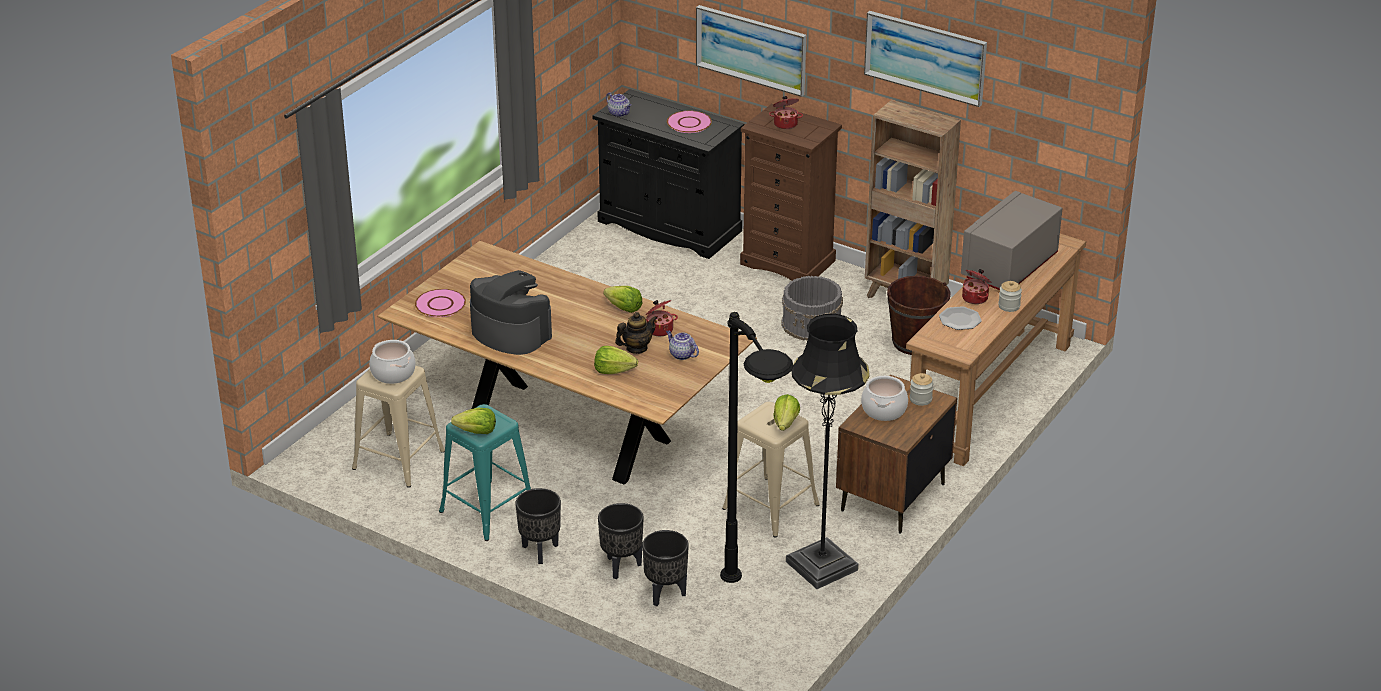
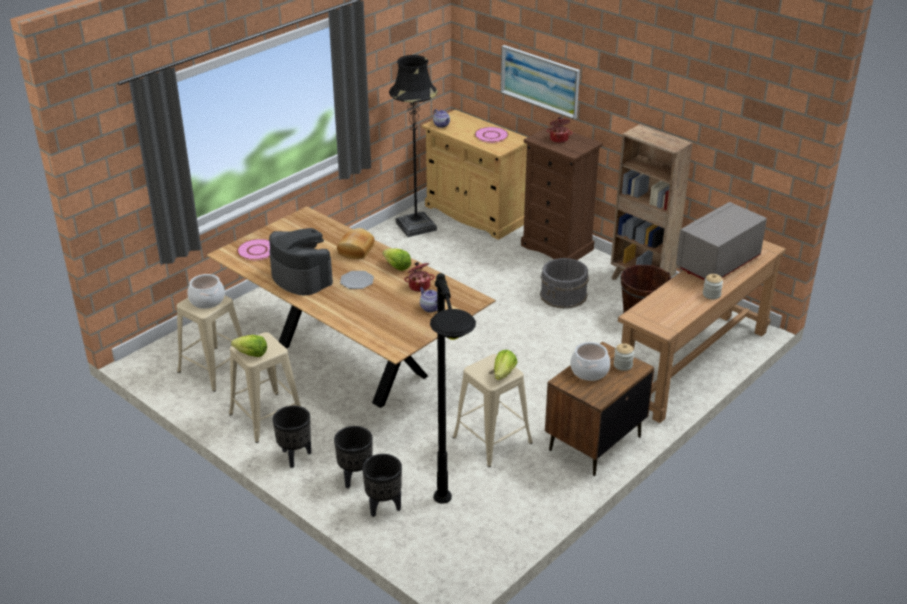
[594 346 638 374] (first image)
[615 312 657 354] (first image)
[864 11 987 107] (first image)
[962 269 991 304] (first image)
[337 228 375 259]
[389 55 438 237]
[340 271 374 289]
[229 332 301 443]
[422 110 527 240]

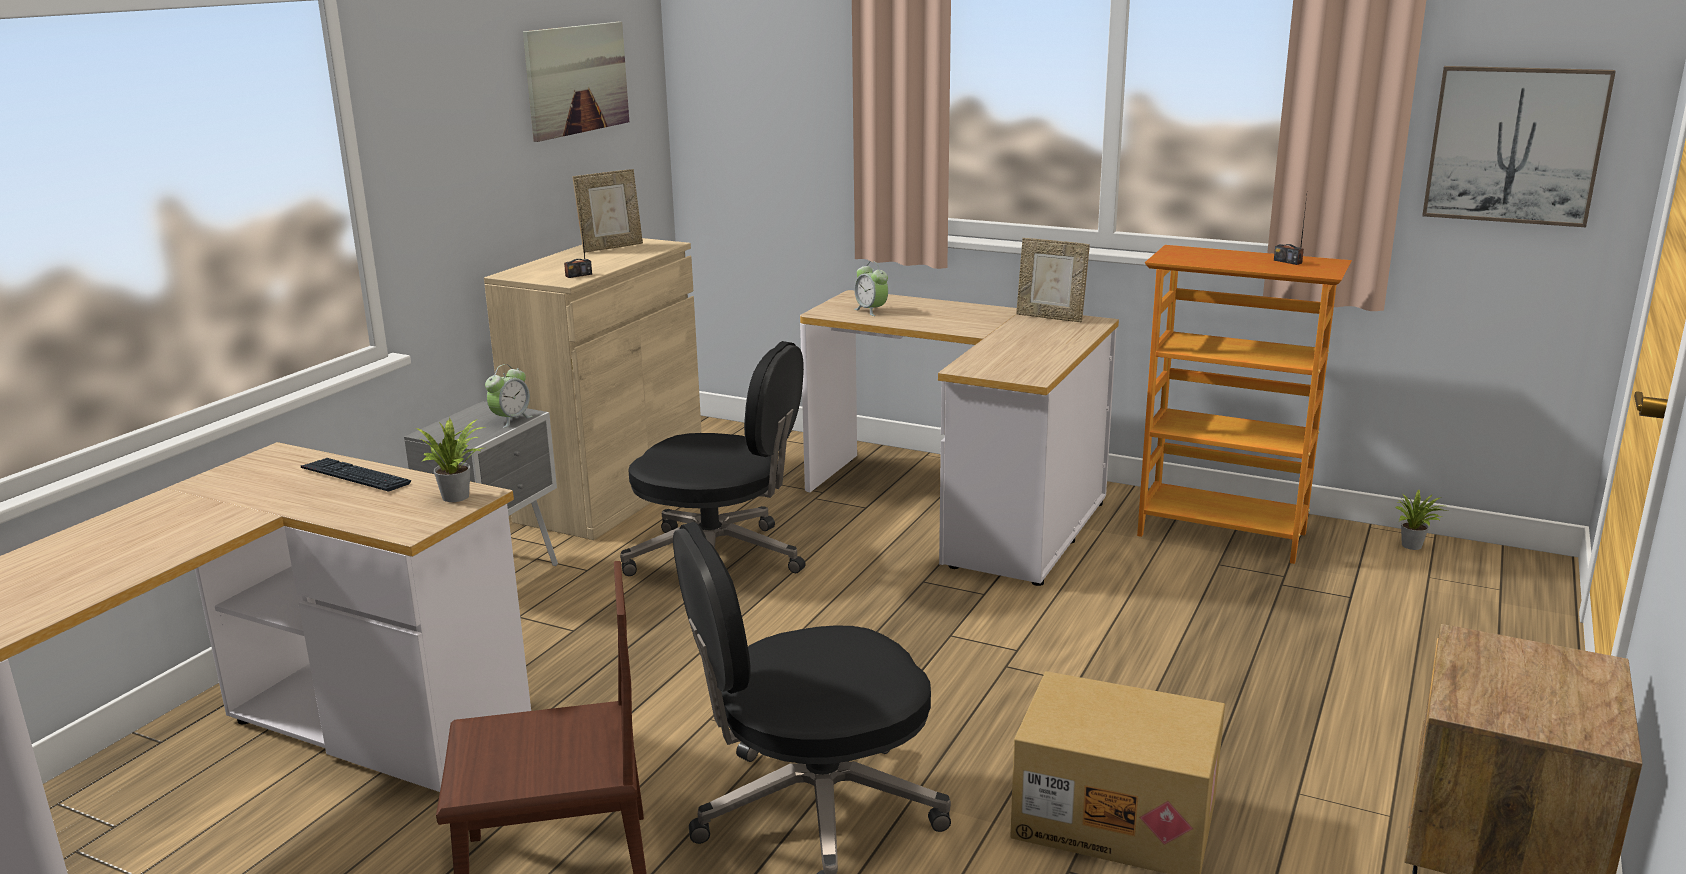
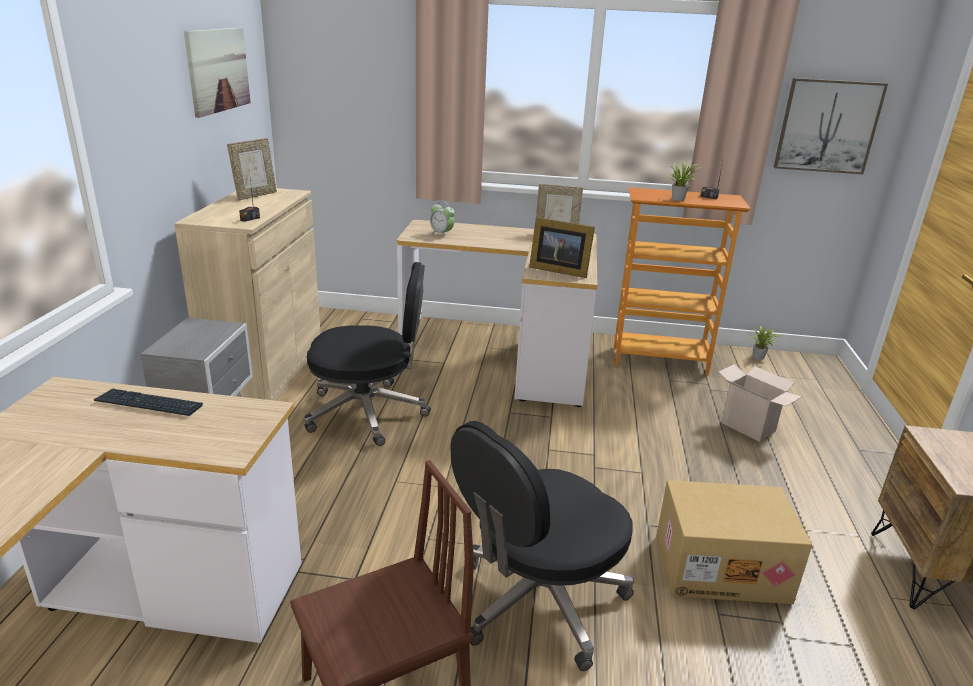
[485 364 533 428] (first image)
[529 217 595 278]
[719 364 801 442]
[669 162 701 201]

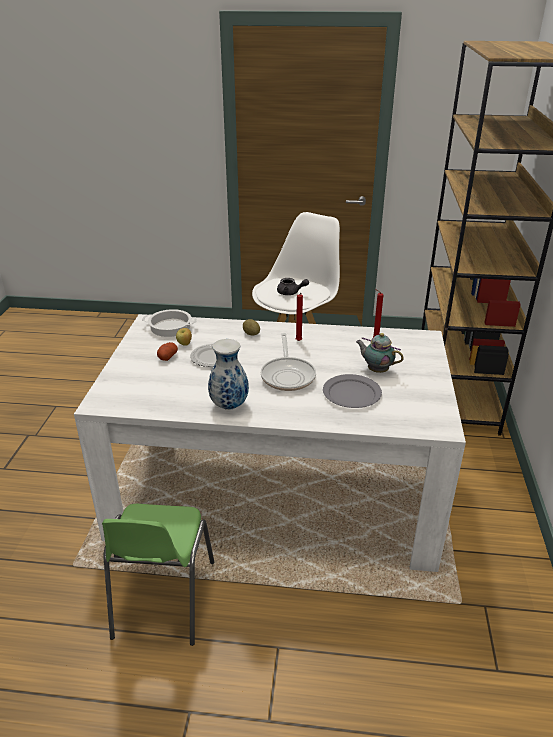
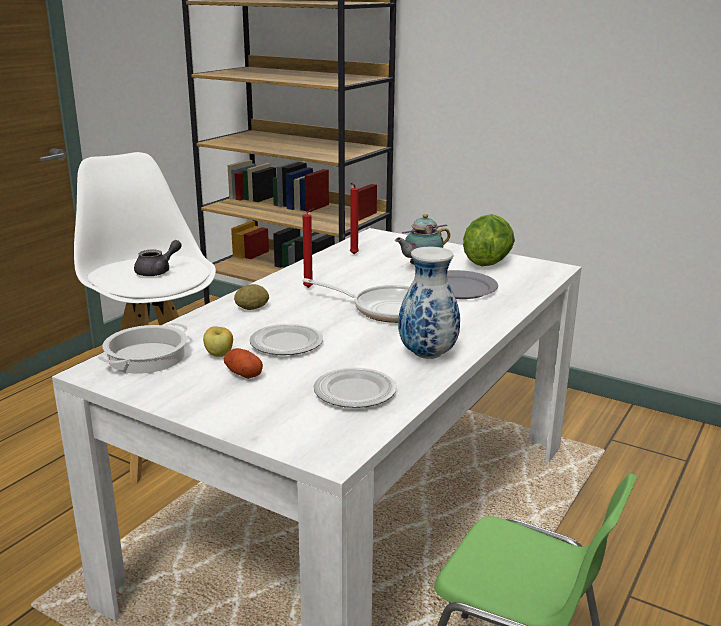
[313 367 397 408]
[463 214 515 266]

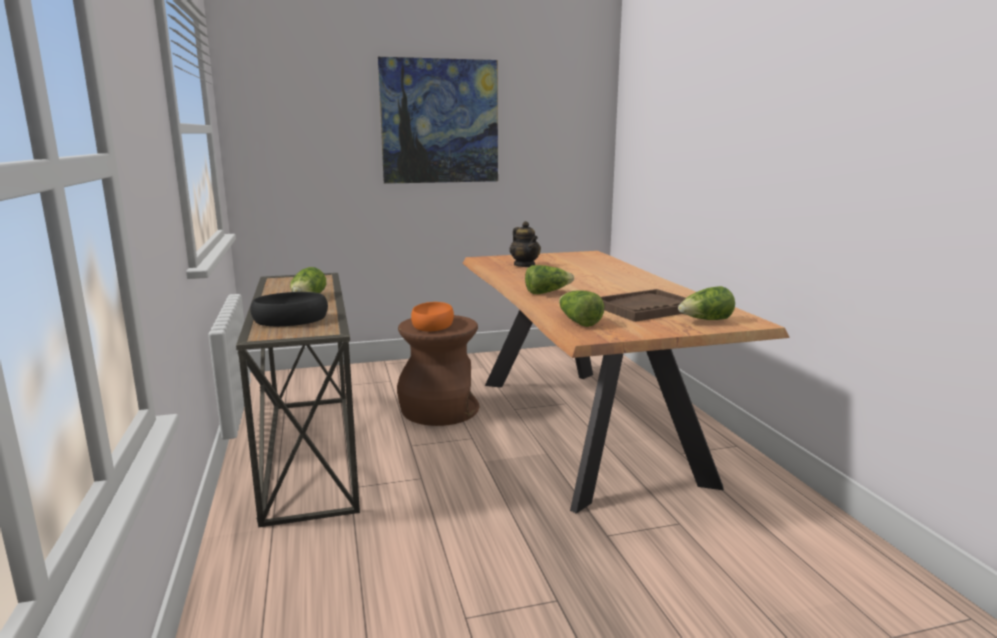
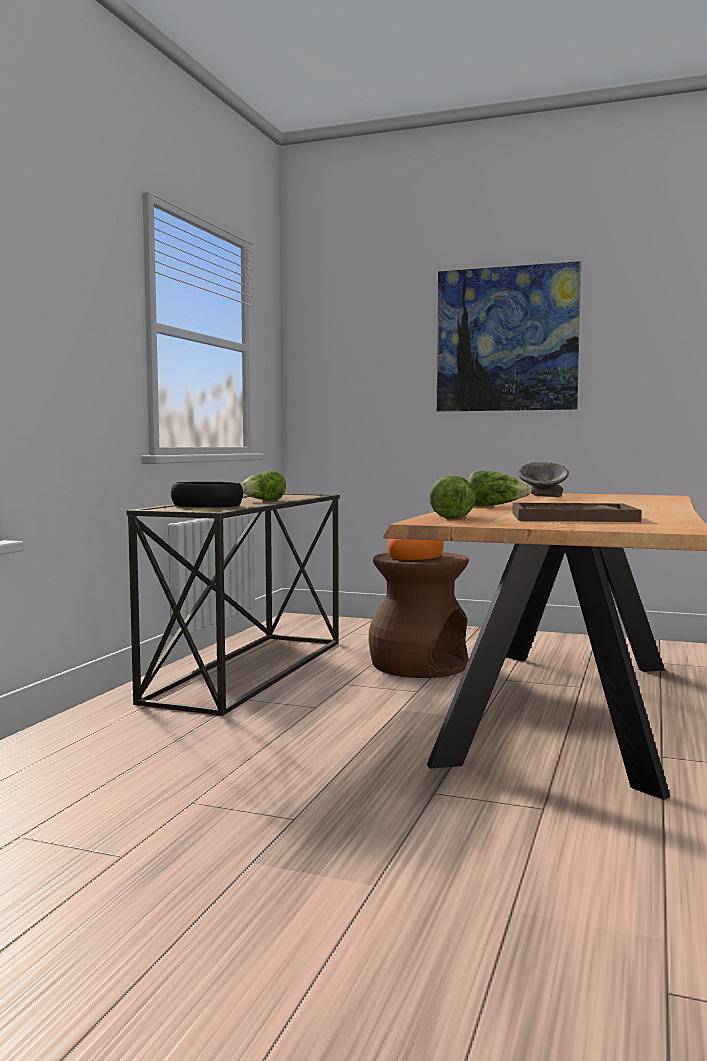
[678 286 735 320] (first image)
[518 462 569 498]

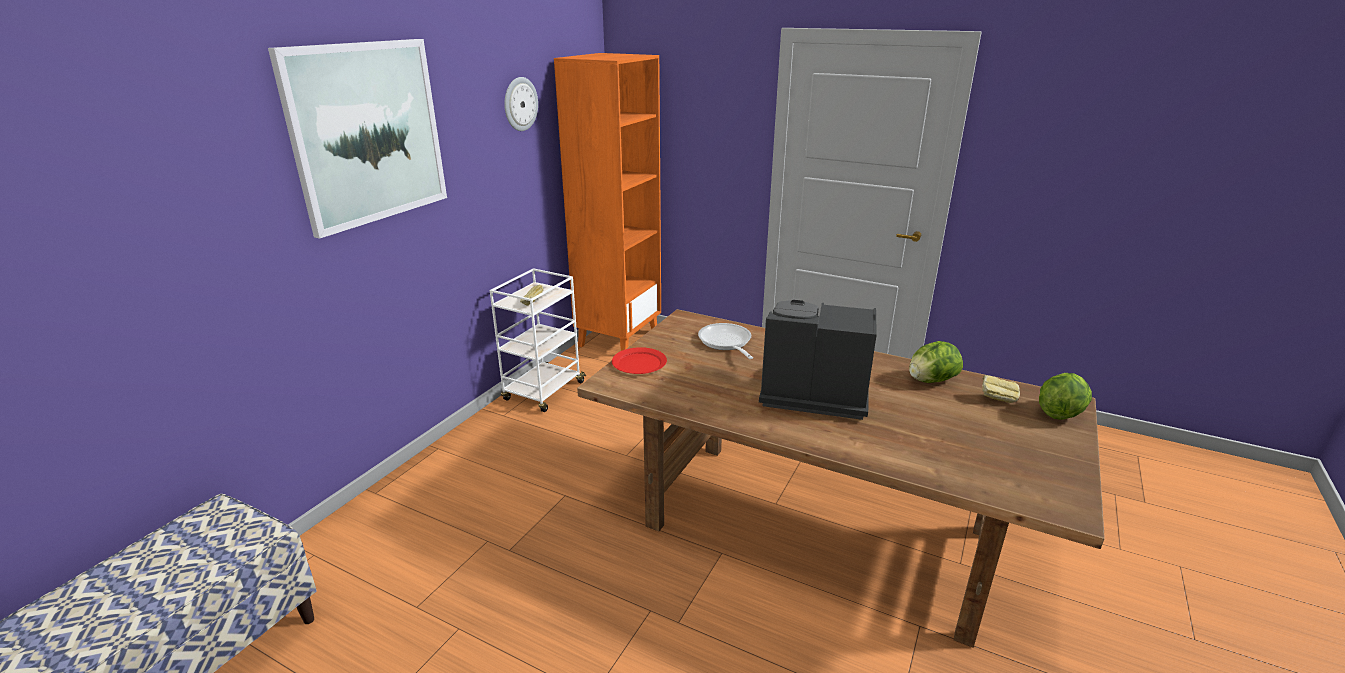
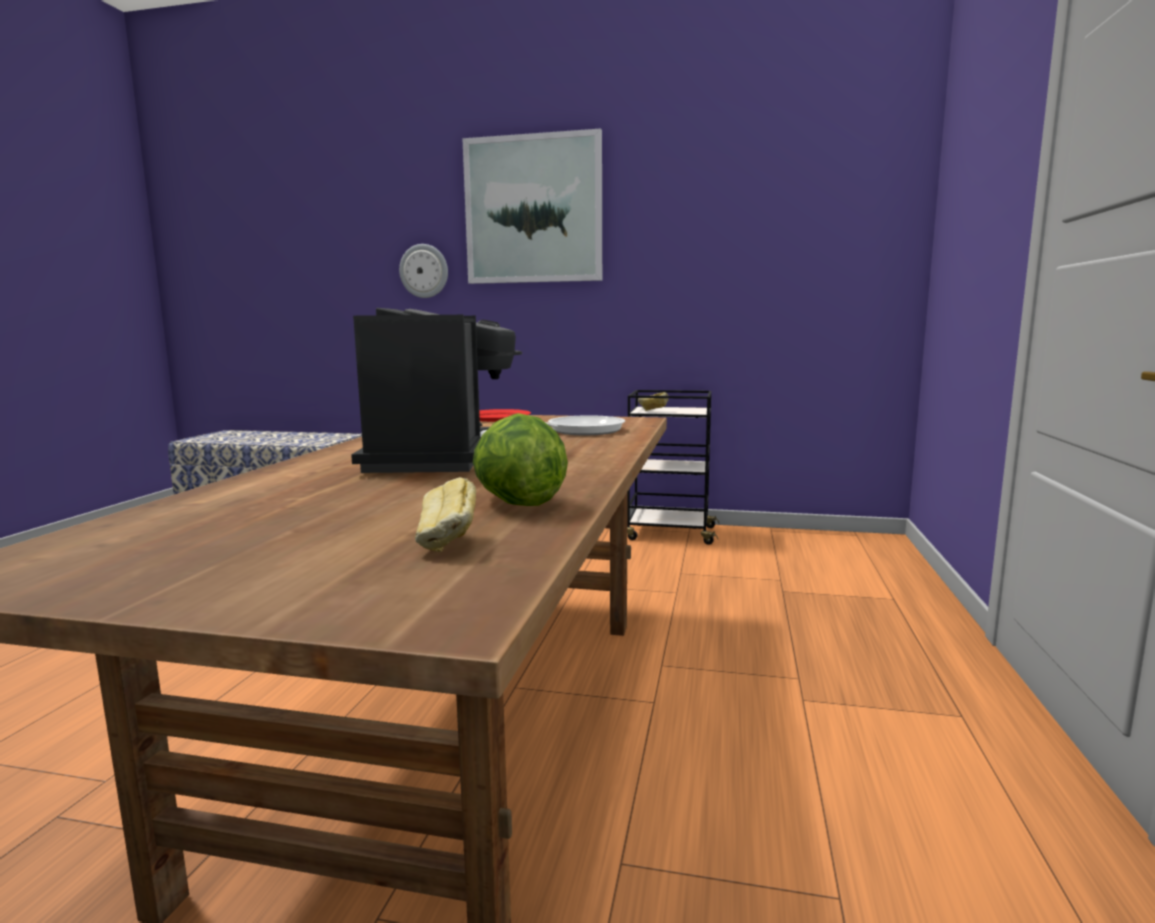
[554 53 661 351] (first image)
[1039 373 1092 420] (first image)
[399 244 448 298]
[627 390 719 545]

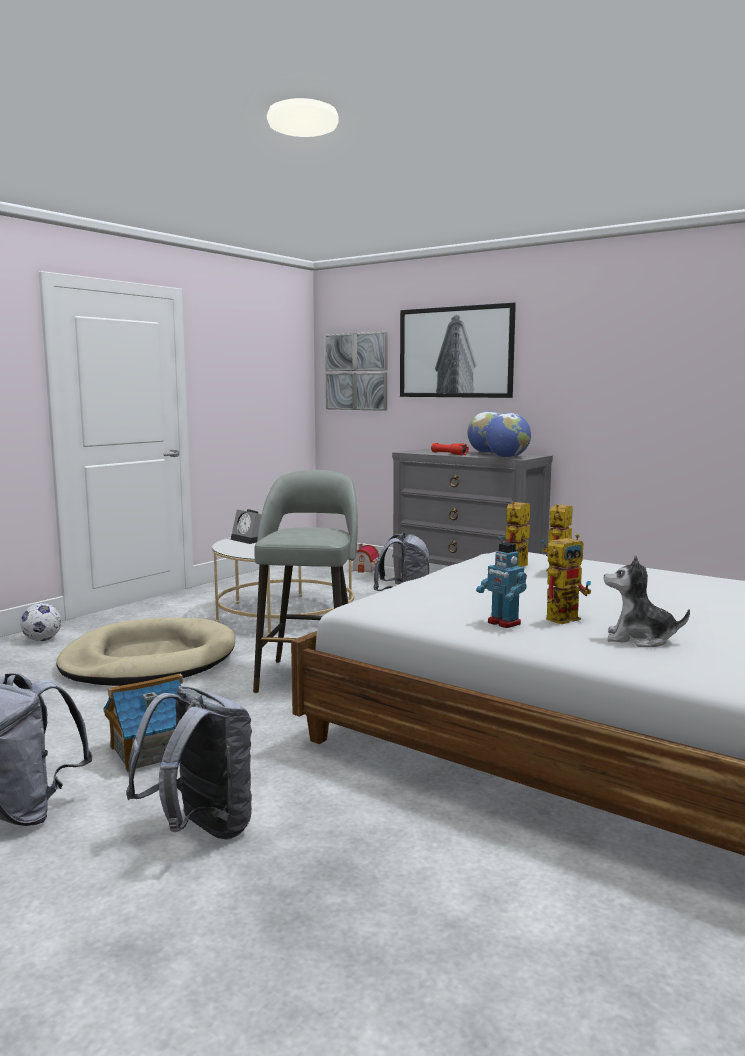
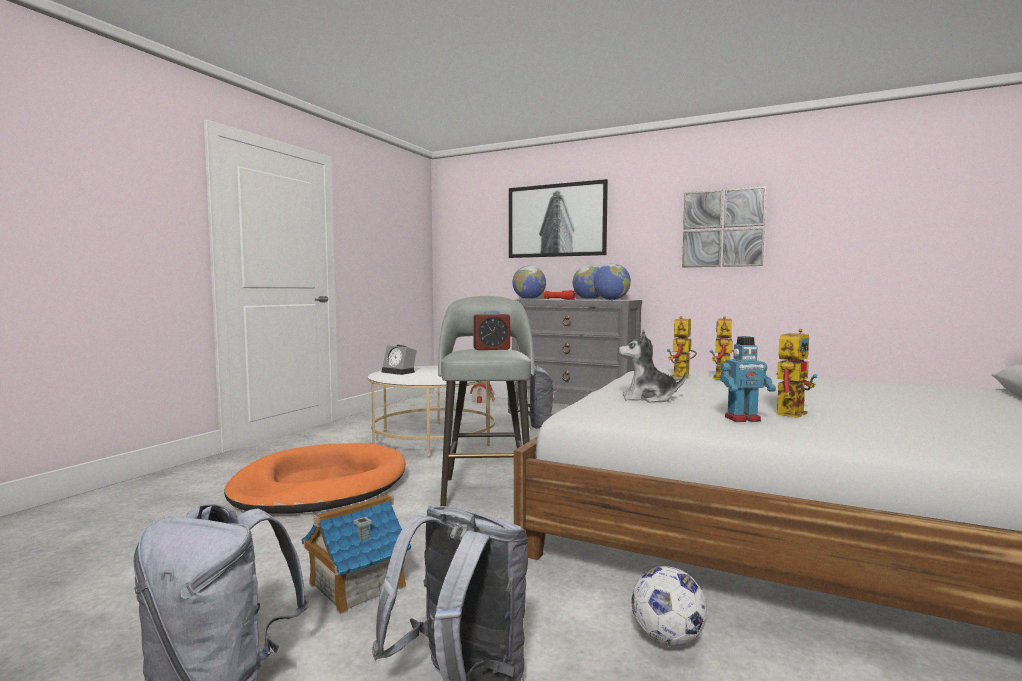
[473 310 510 350]
[512 266 546 299]
[631 566 707 647]
[682 186 766 267]
[618 330 686 403]
[224 443 406 514]
[720 336 776 422]

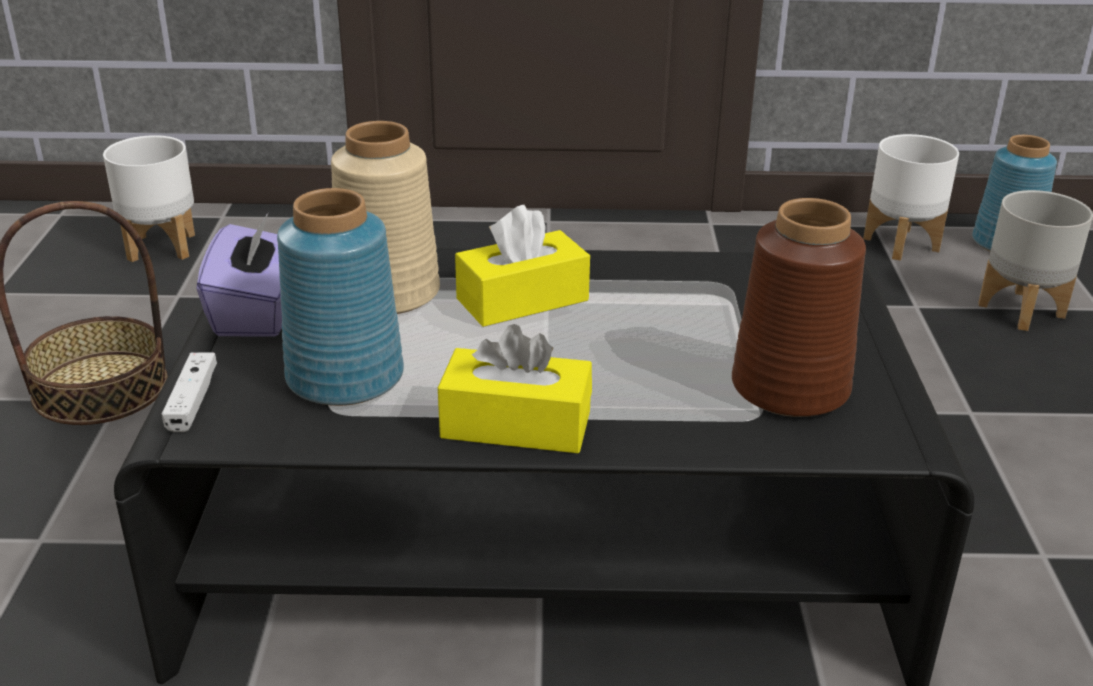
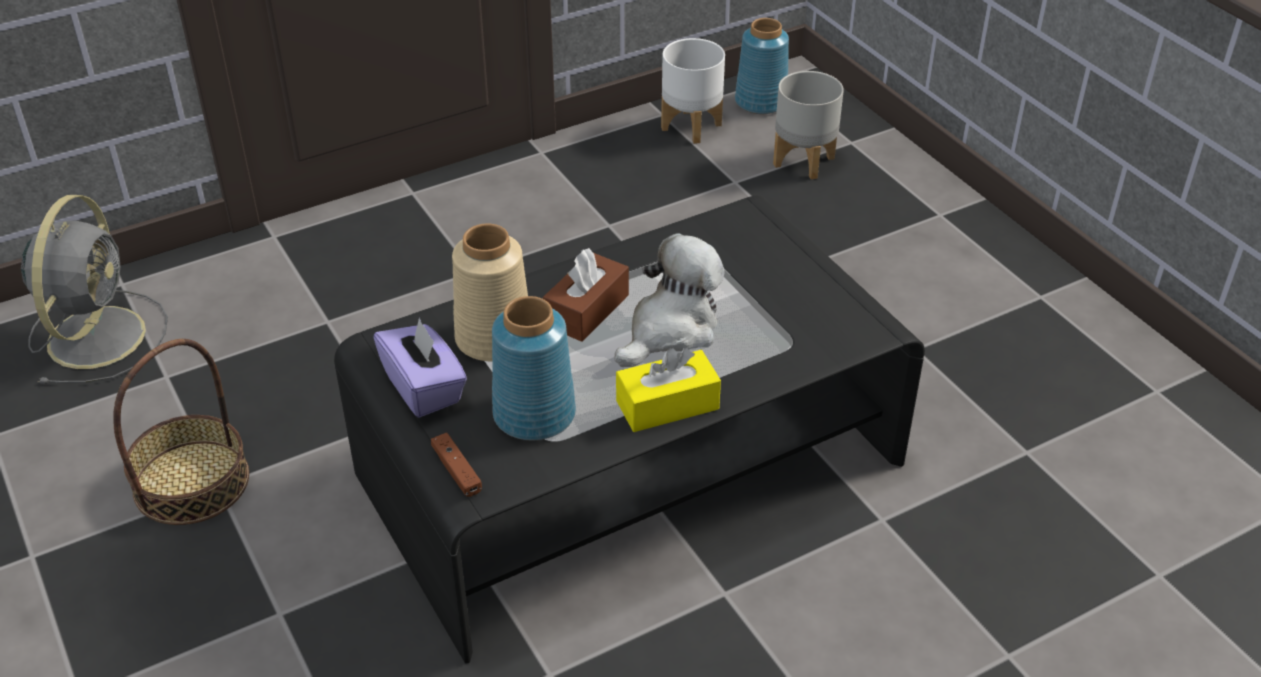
[732 198 866 417] (first image)
[614 233 725 367]
[21 195 168 384]
[431 433 482 497]
[543 248 629 342]

